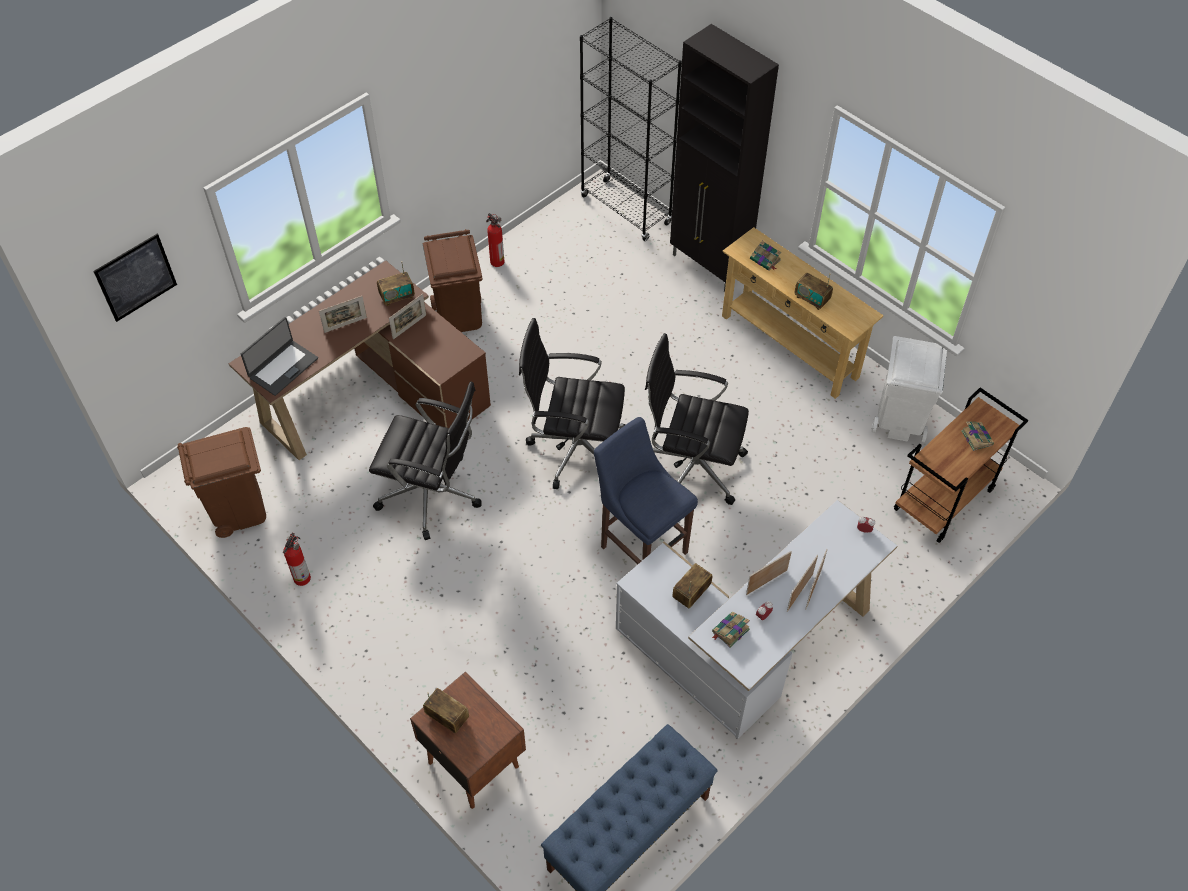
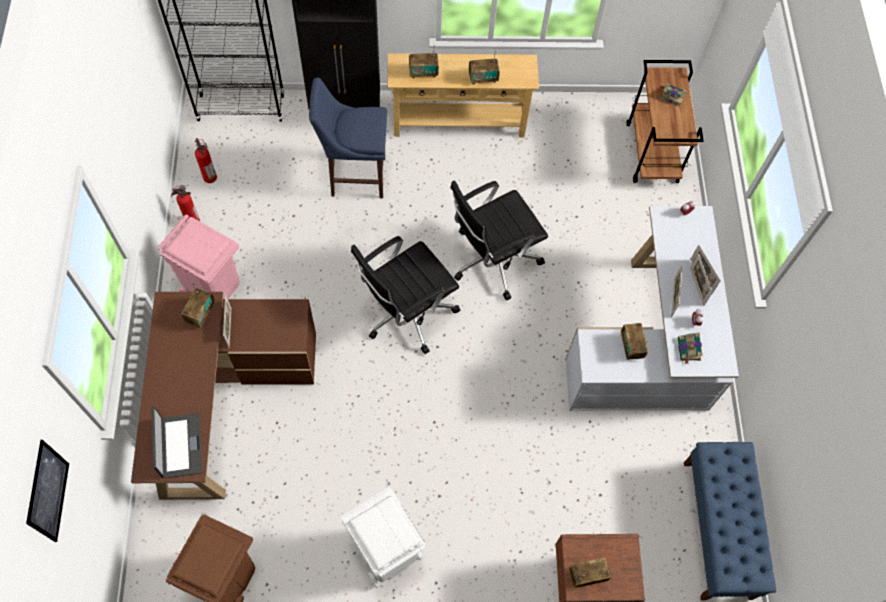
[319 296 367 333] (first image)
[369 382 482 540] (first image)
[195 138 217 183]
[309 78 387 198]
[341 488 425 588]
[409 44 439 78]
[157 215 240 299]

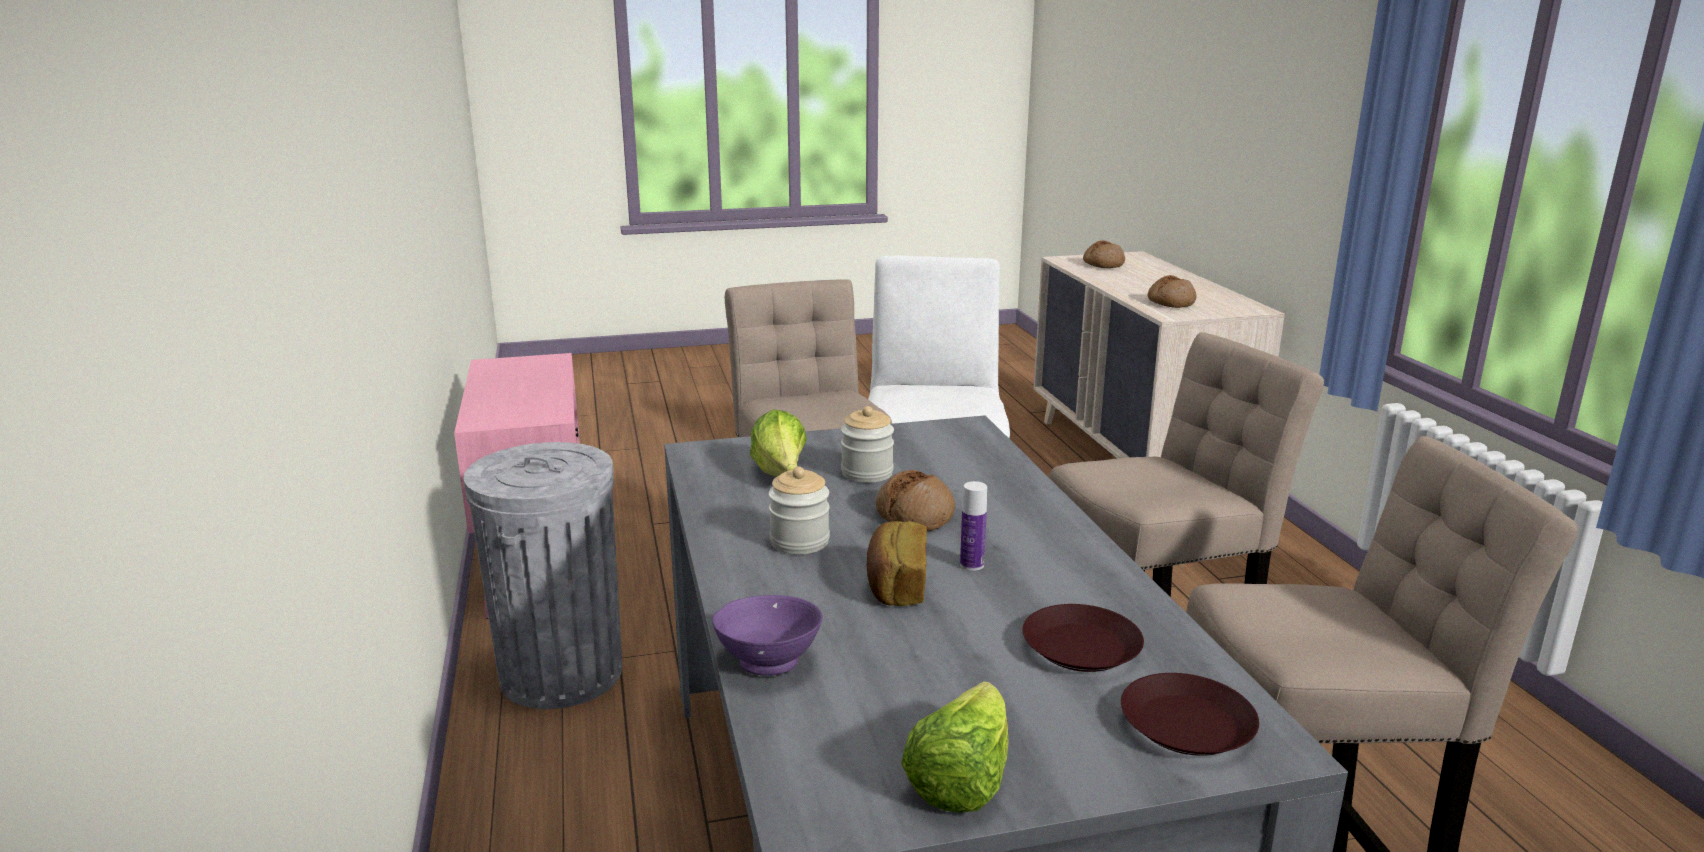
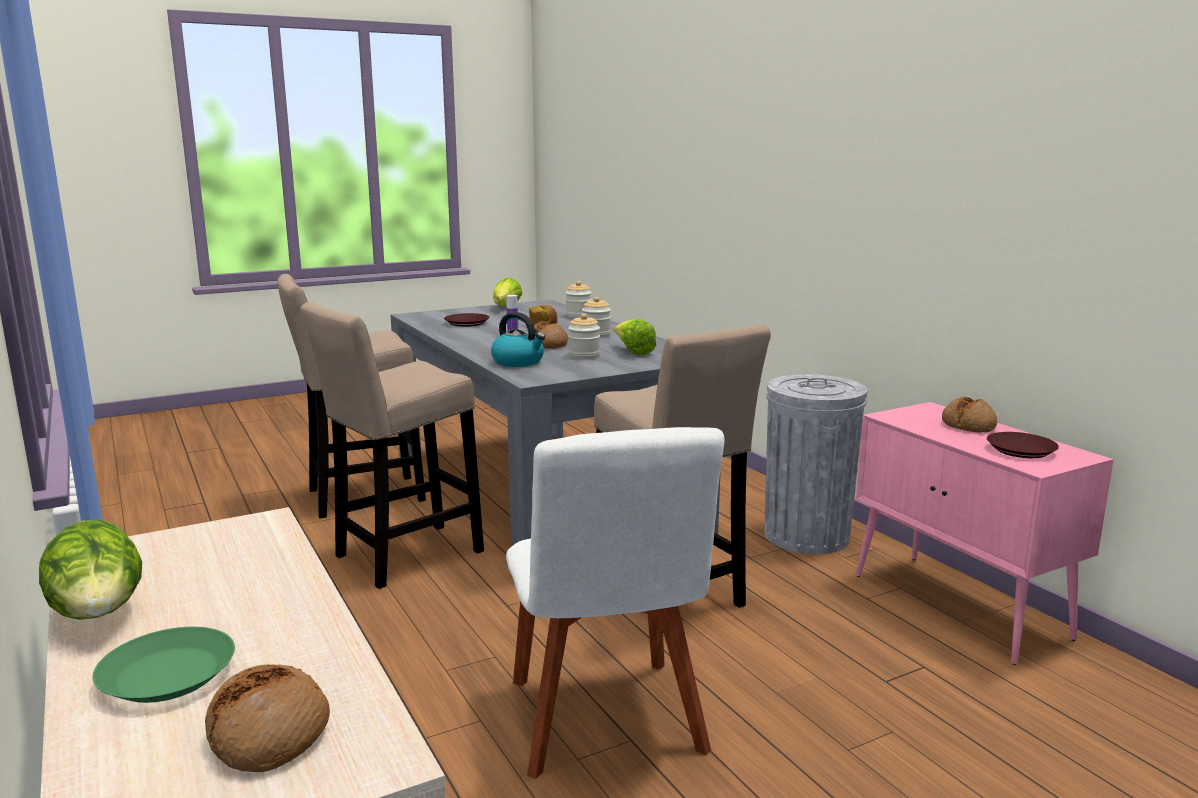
[39 520 142 620]
[92 627 235 703]
[491 312 545 367]
[987 432 1059 458]
[942 397 997 432]
[566 281 592 318]

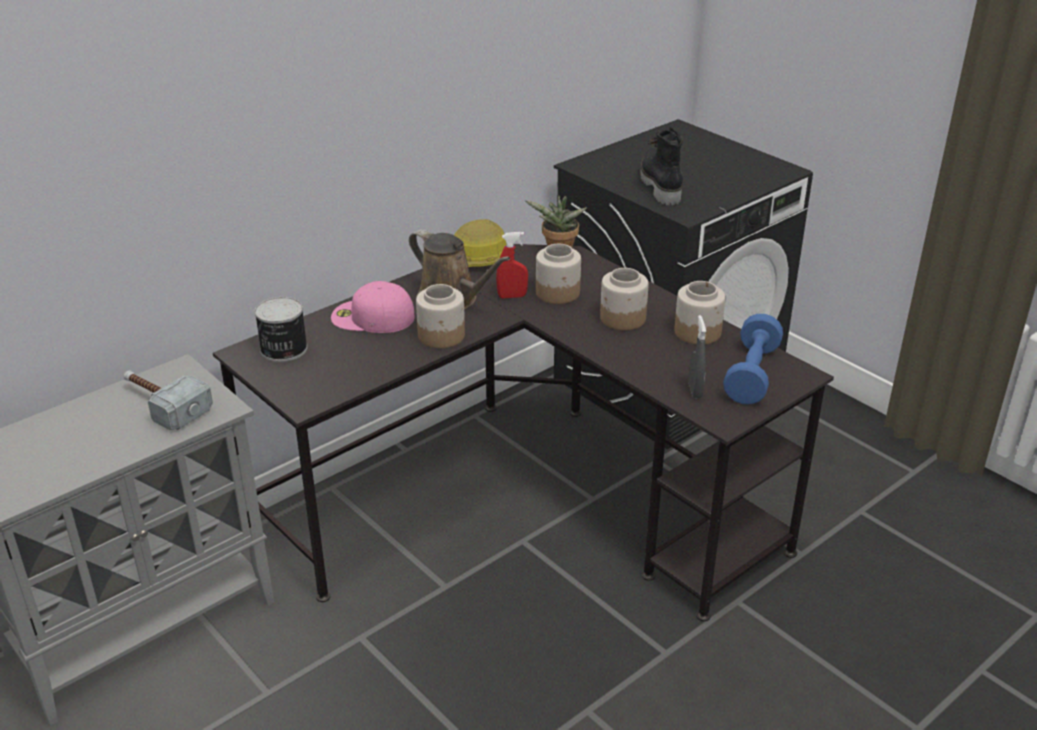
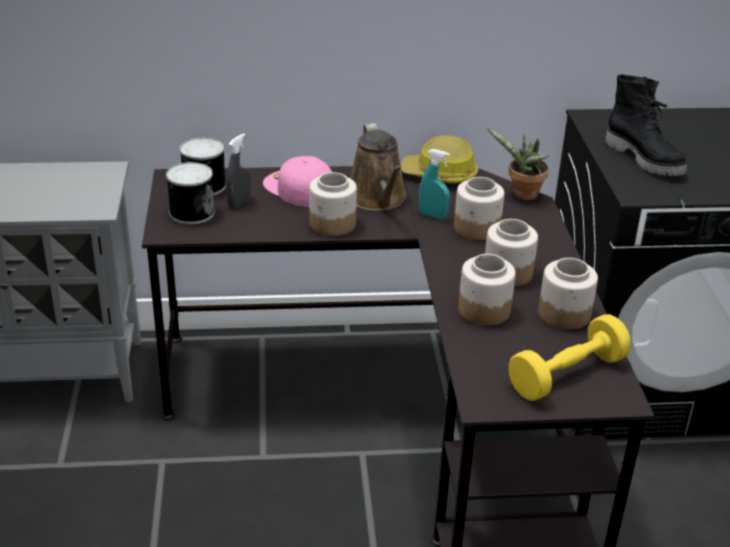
[124 370 213 430] (first image)
[166 162 215 224]
[458 254 516 326]
[226 133 250 208]
[419 149 450 219]
[509 314 631 401]
[605 74 687 176]

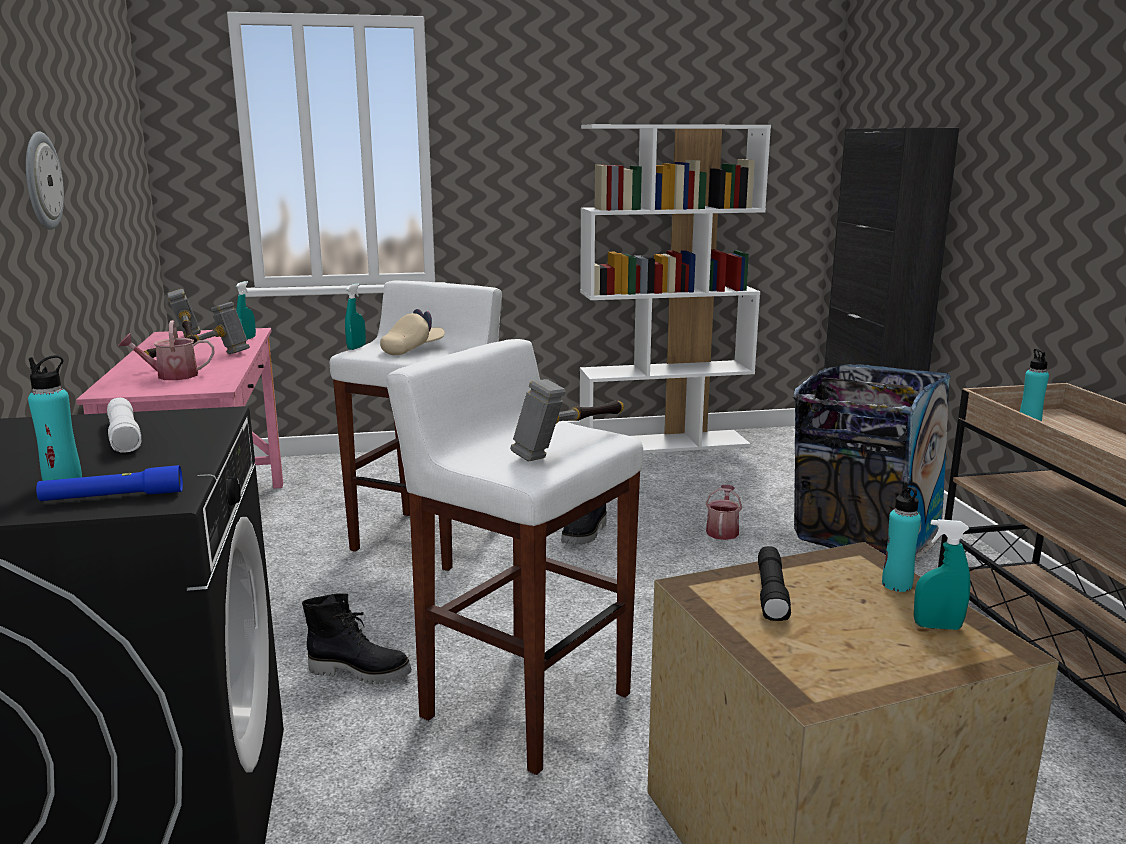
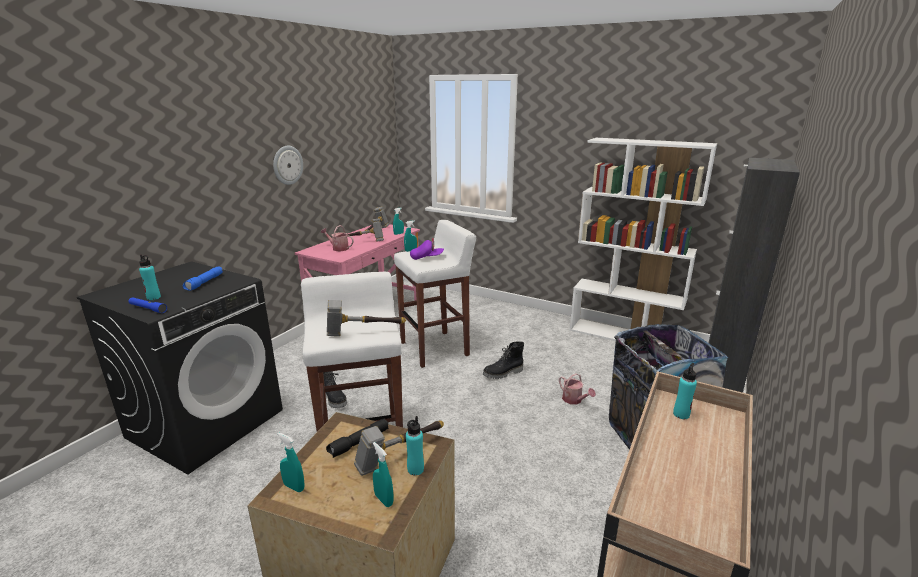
[277 432 305 492]
[354 420 444 476]
[183 266 223 291]
[410 238 444 260]
[559 373 596 404]

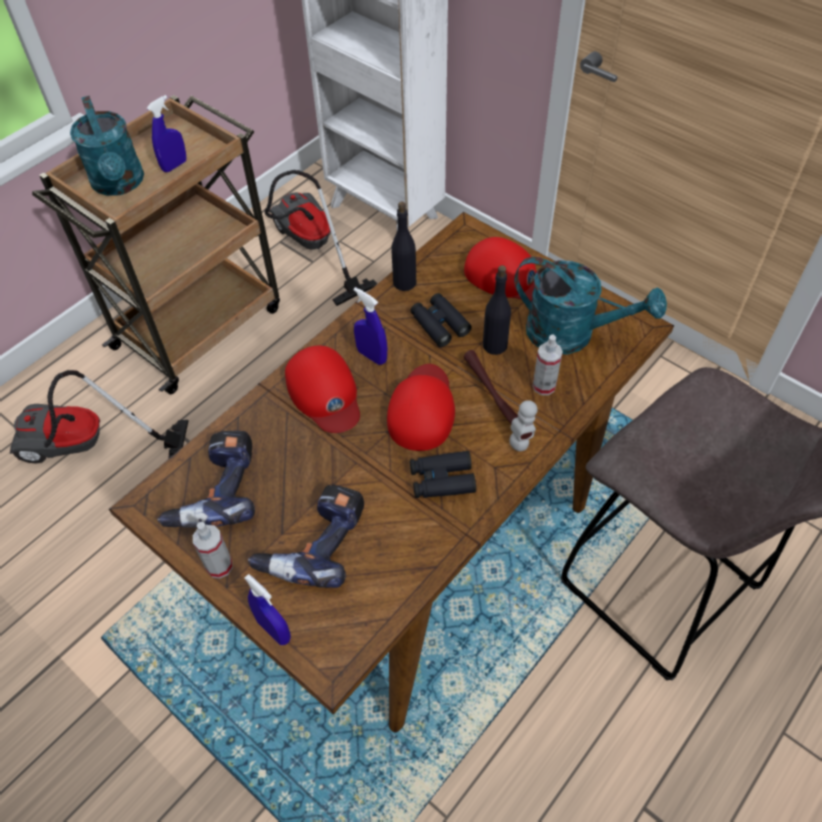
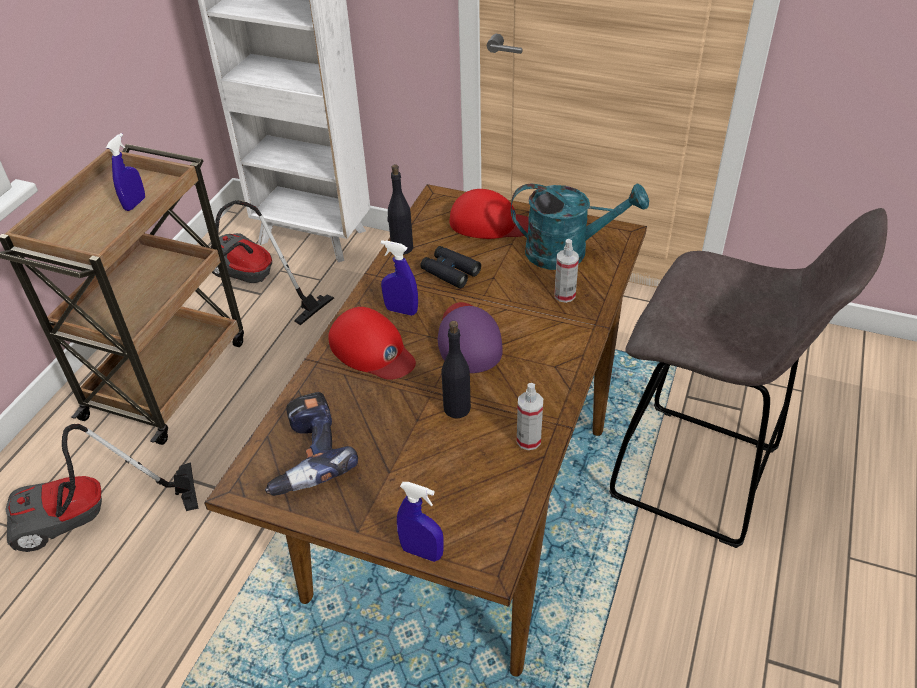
[70 96 144 196] (first image)
[248 485 364 588] (first image)
[410 451 476 498] (first image)
[464 350 538 451] (first image)
[517 383 543 450]
[441 321 471 419]
[438 302 503 373]

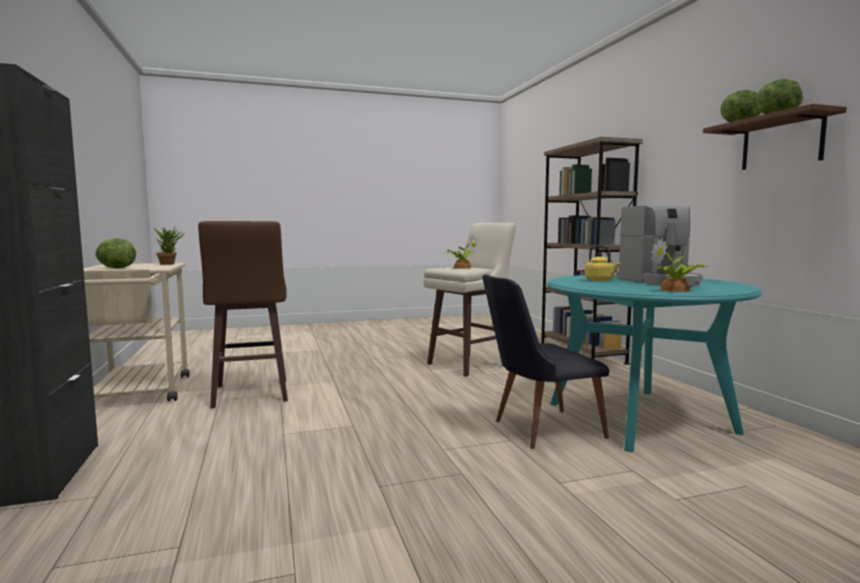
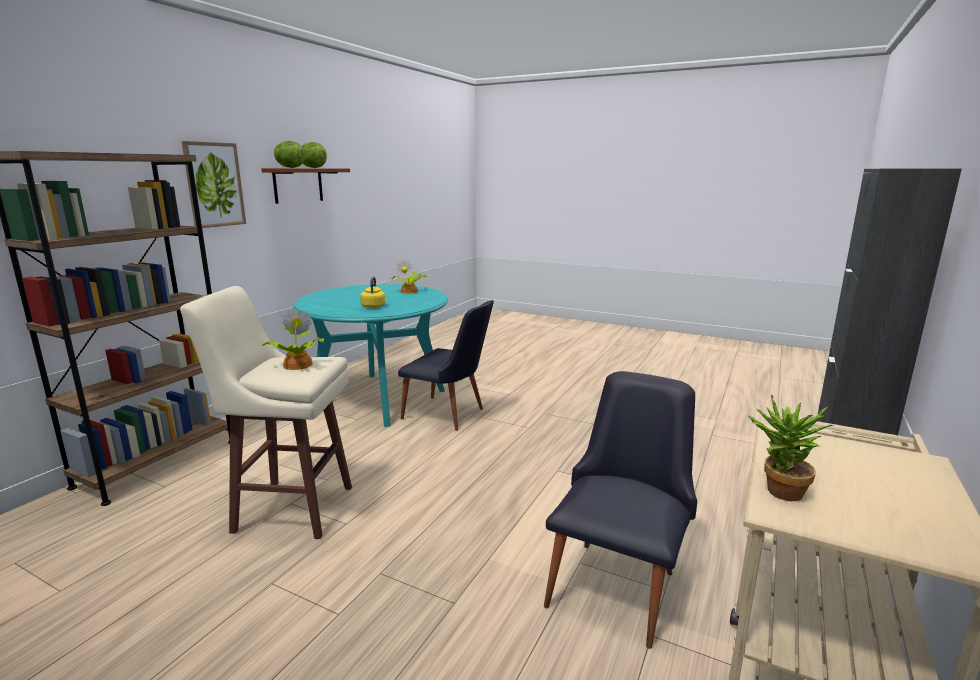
[95 238 136 269] (first image)
[618 205 703 286] (first image)
[182 141 246 228]
[544 371 697 649]

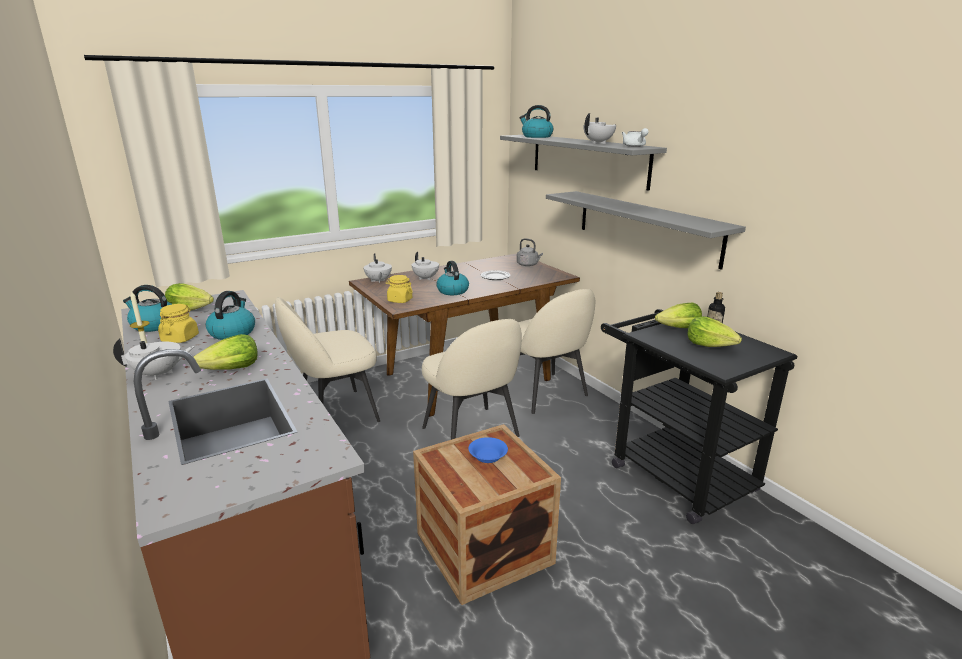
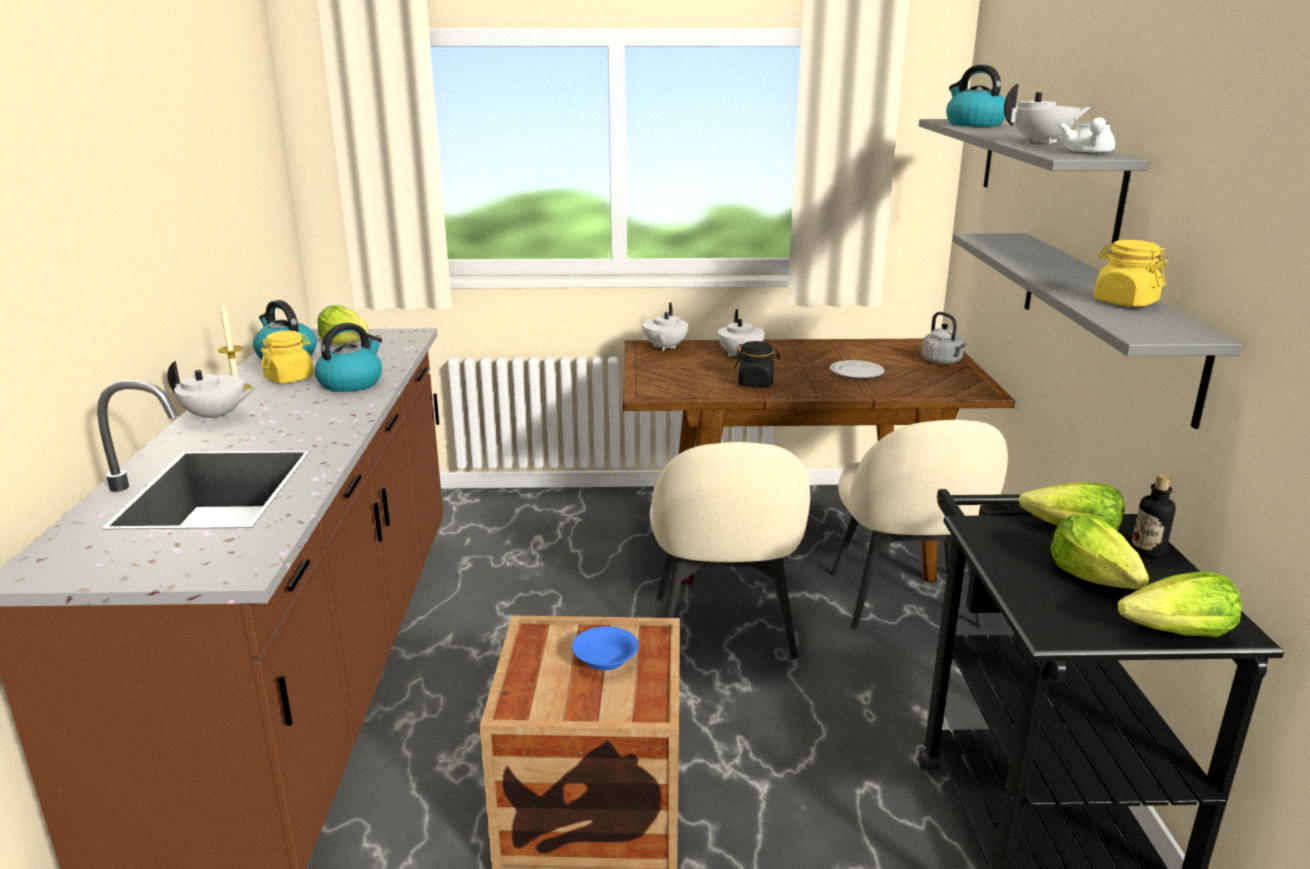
[275 297 380 422] (first image)
[1117 571 1242 637]
[1094 240 1167 307]
[735 341 780 387]

